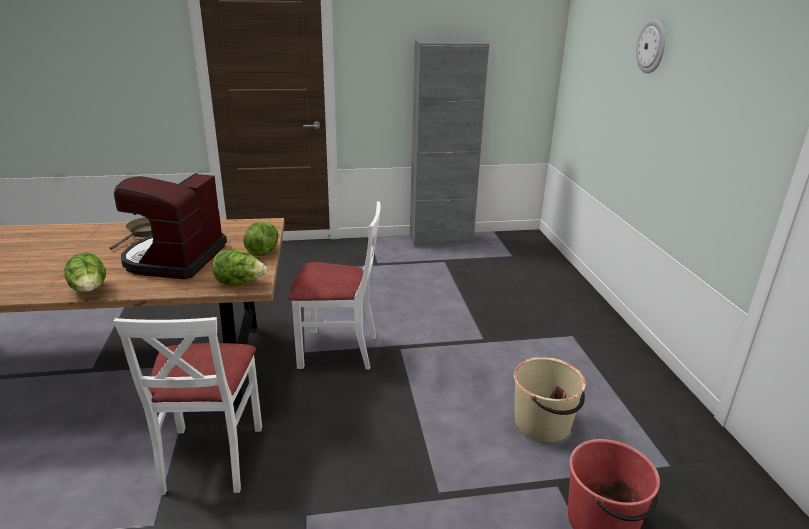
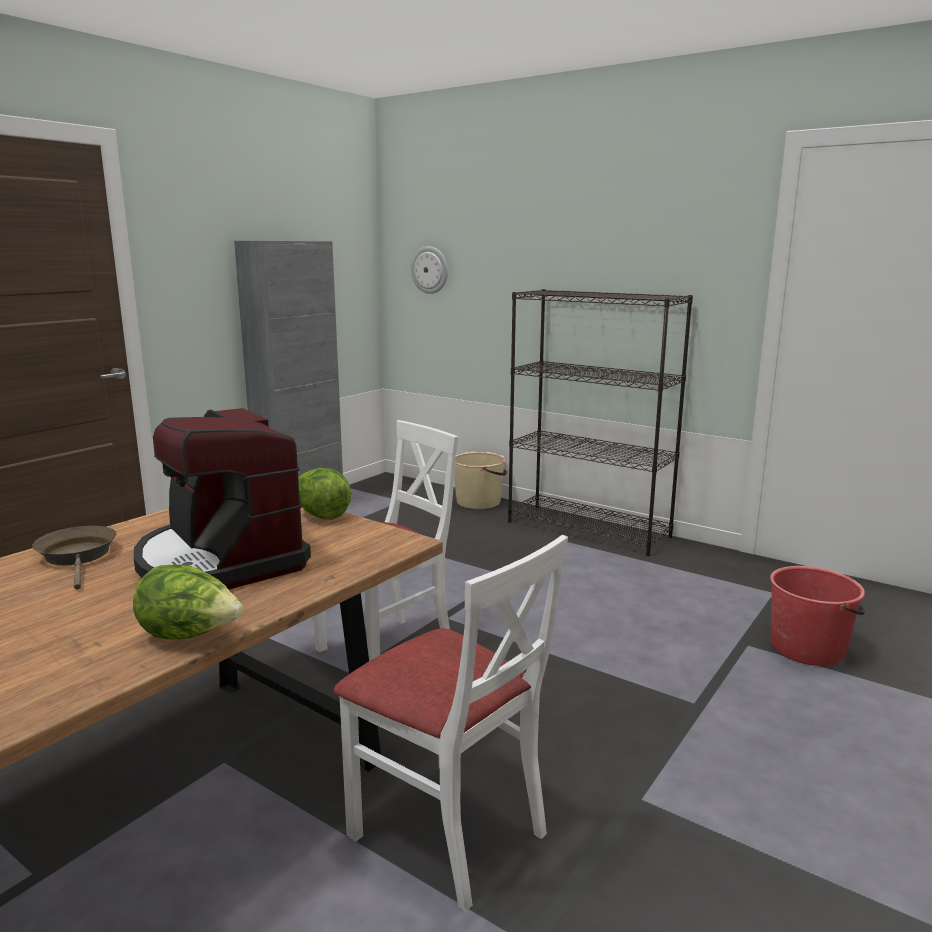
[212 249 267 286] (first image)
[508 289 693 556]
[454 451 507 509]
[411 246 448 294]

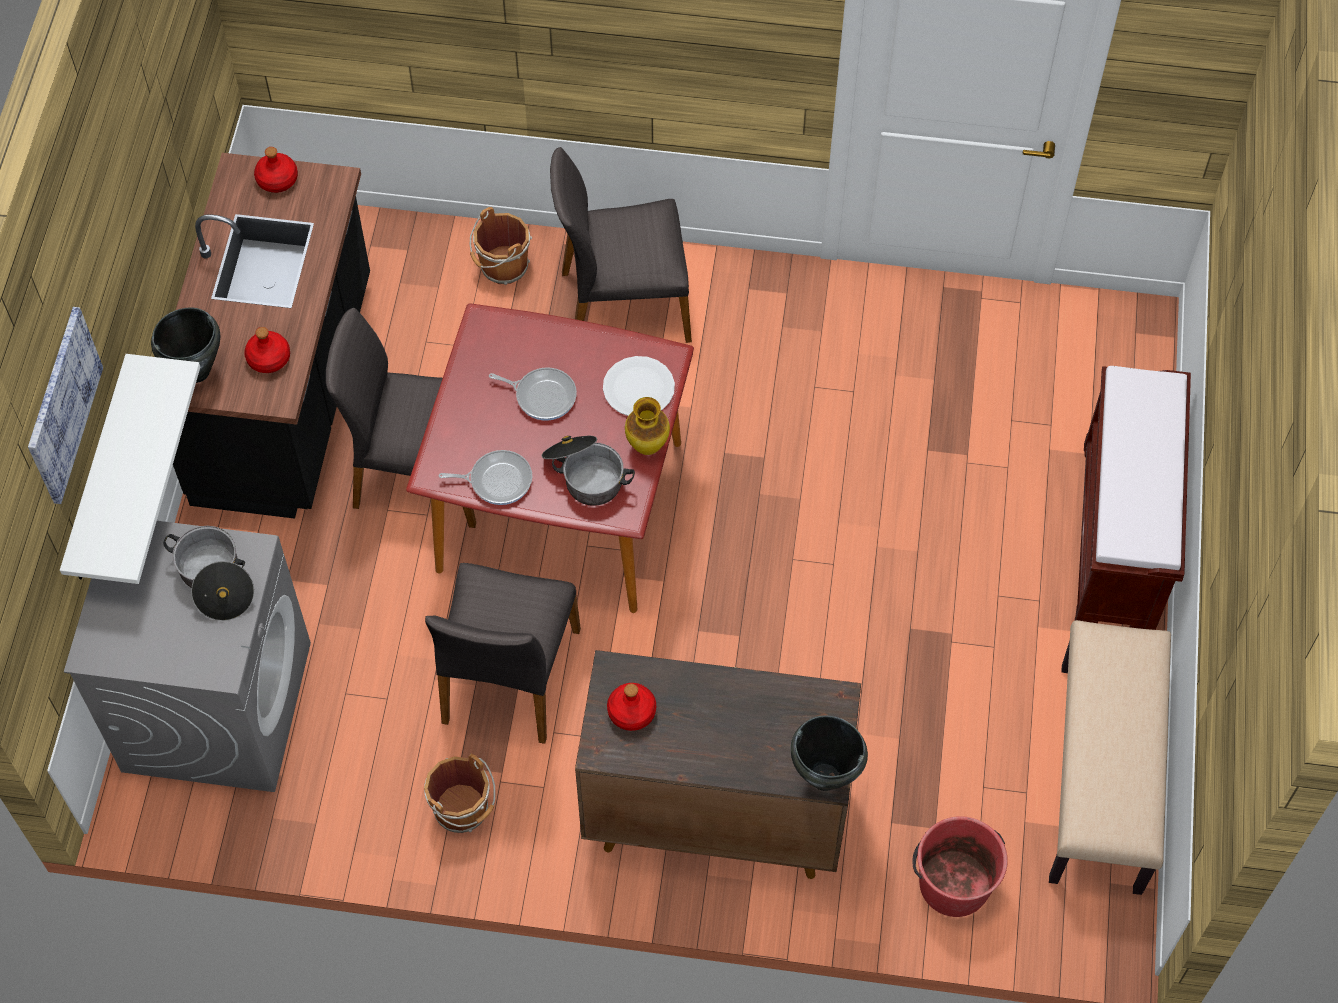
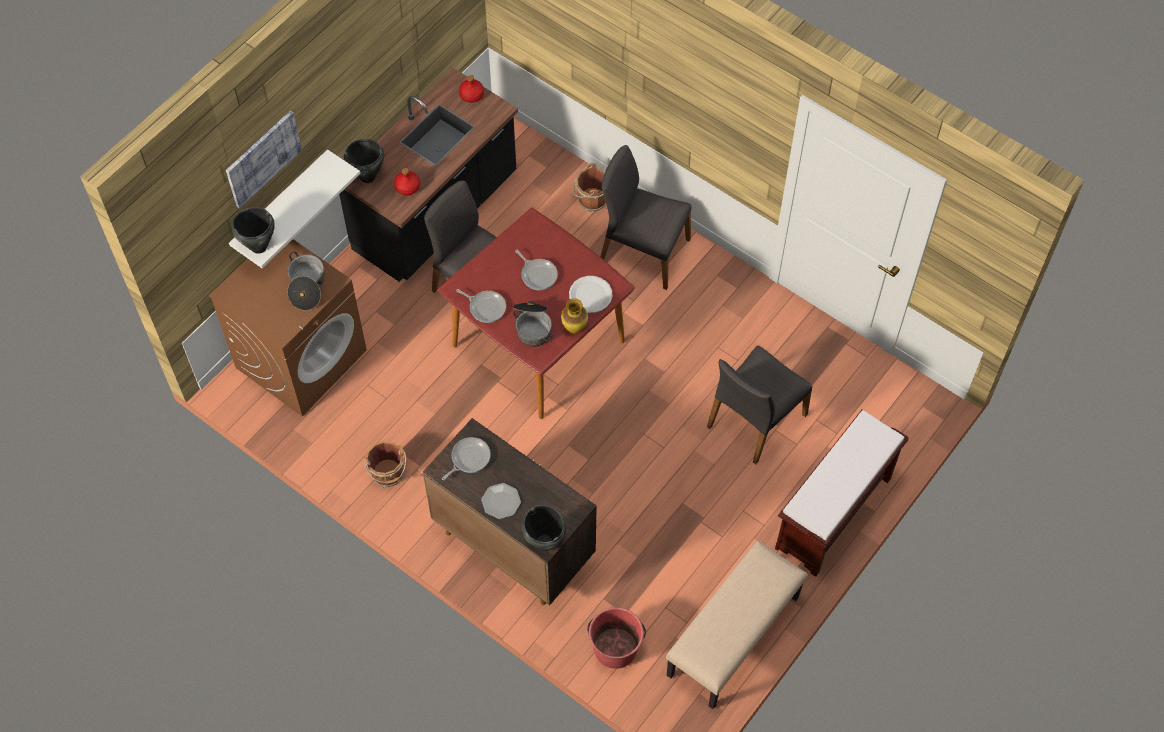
[232 207 275 254]
[481 483 521 519]
[707 345 812 464]
[442 437 491 480]
[209 239 367 416]

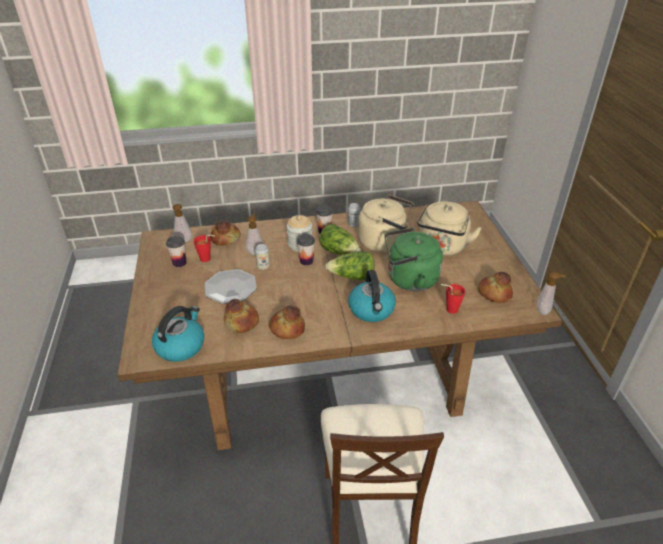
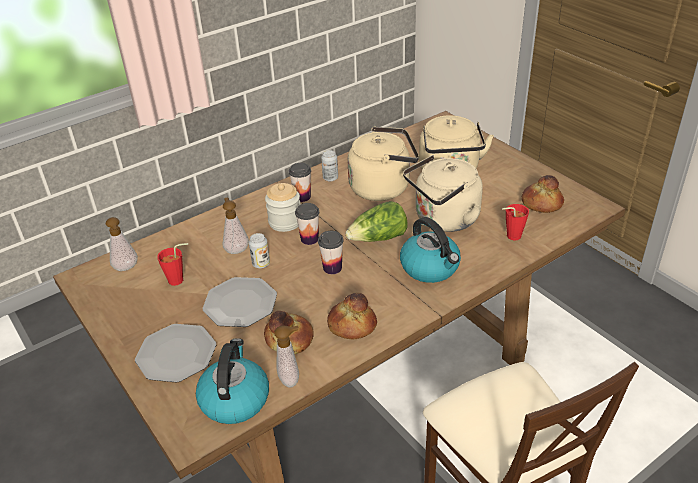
[210 220 241 246] (first image)
[319 224 361 255] (first image)
[135 324 216 383]
[318 231 344 274]
[274 325 299 388]
[403 155 483 232]

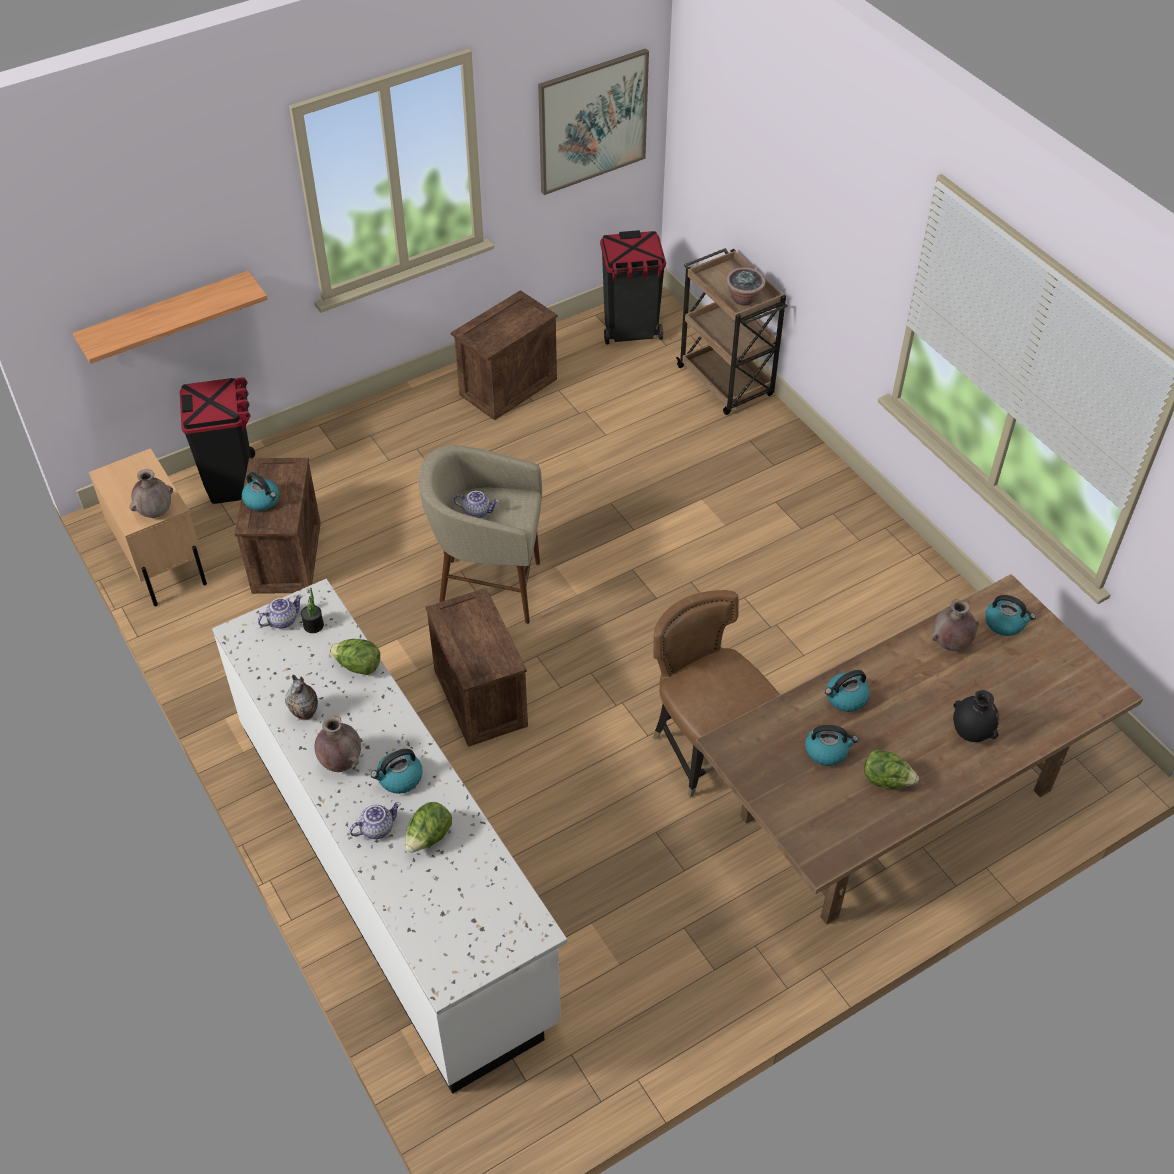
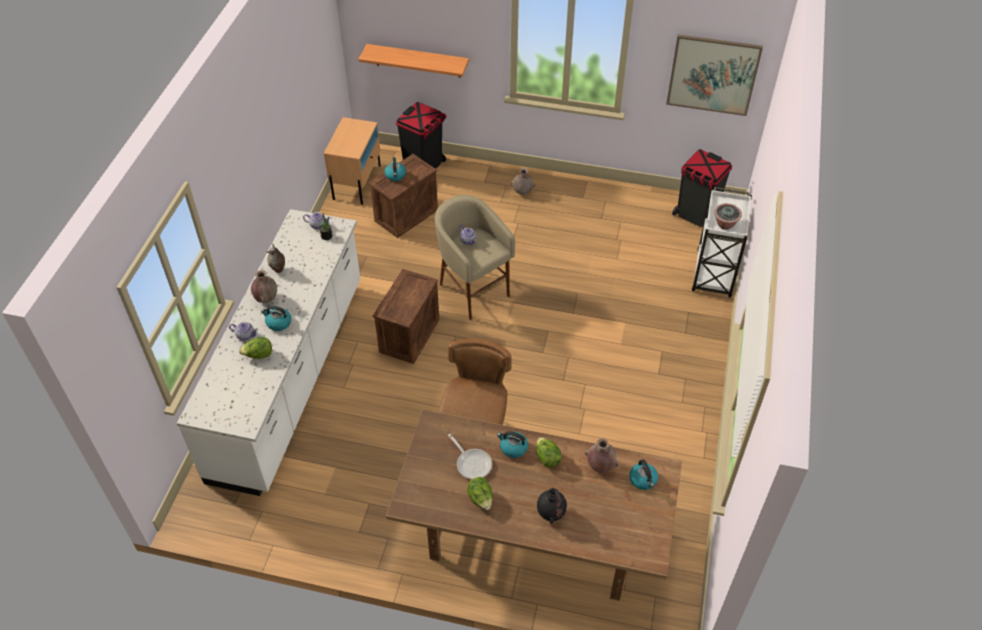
[451 290 558 420] (first image)
[510 168 535 195]
[536 437 562 468]
[448 434 492 479]
[692 187 752 298]

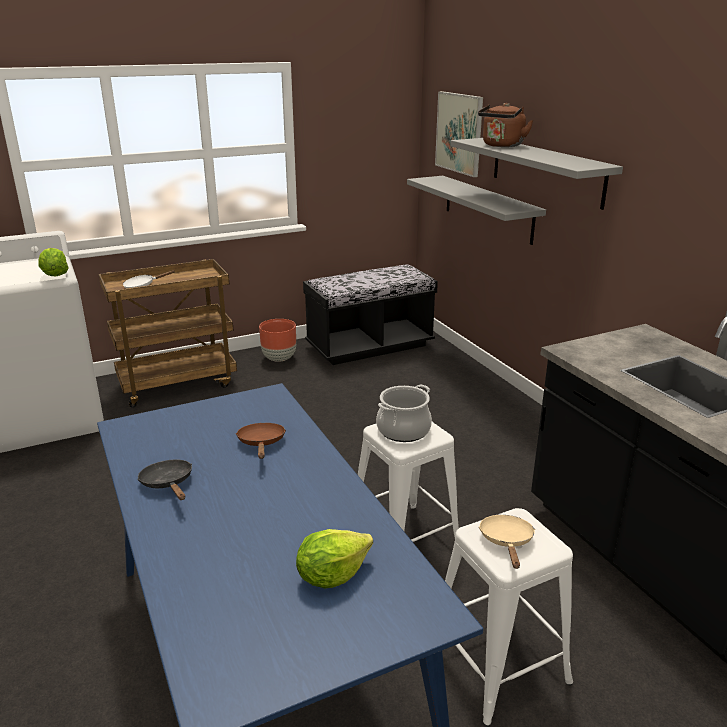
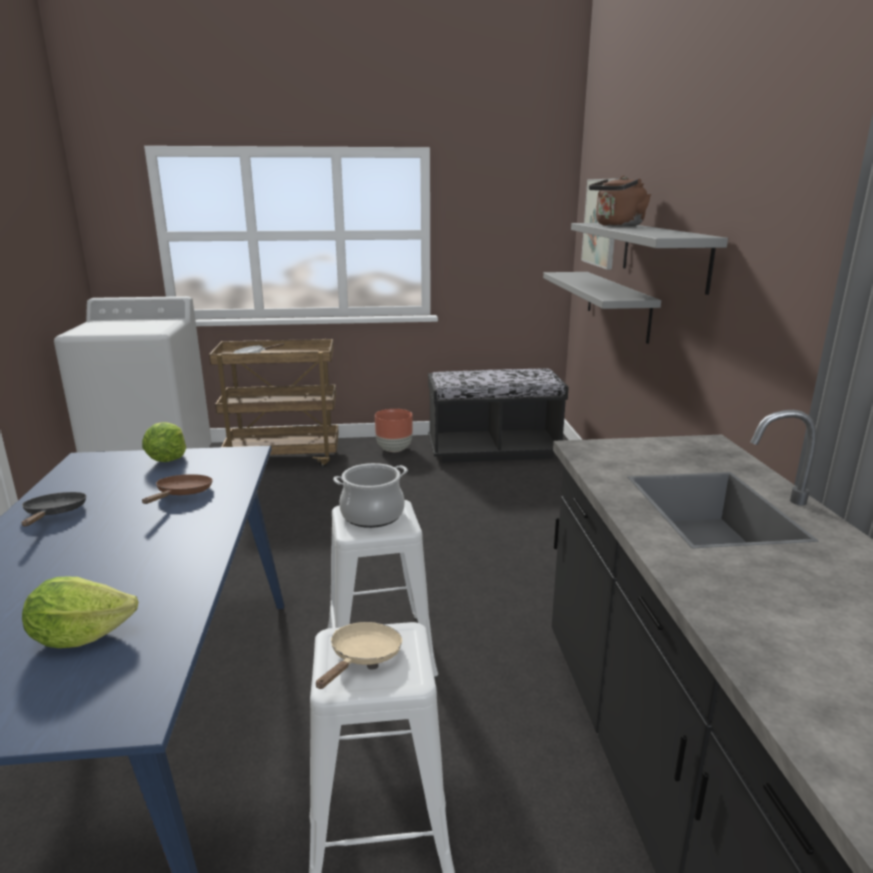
[142 422 186 462]

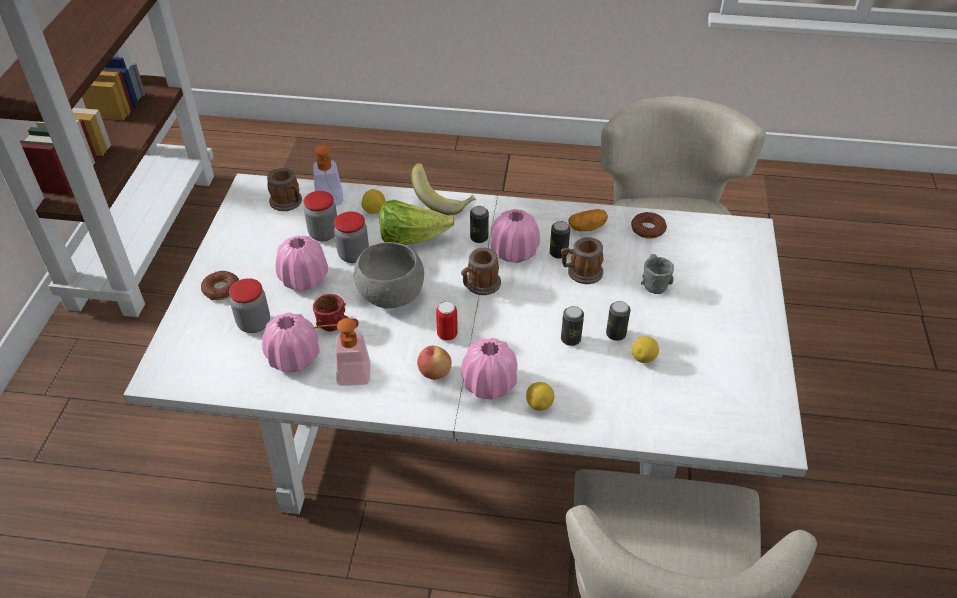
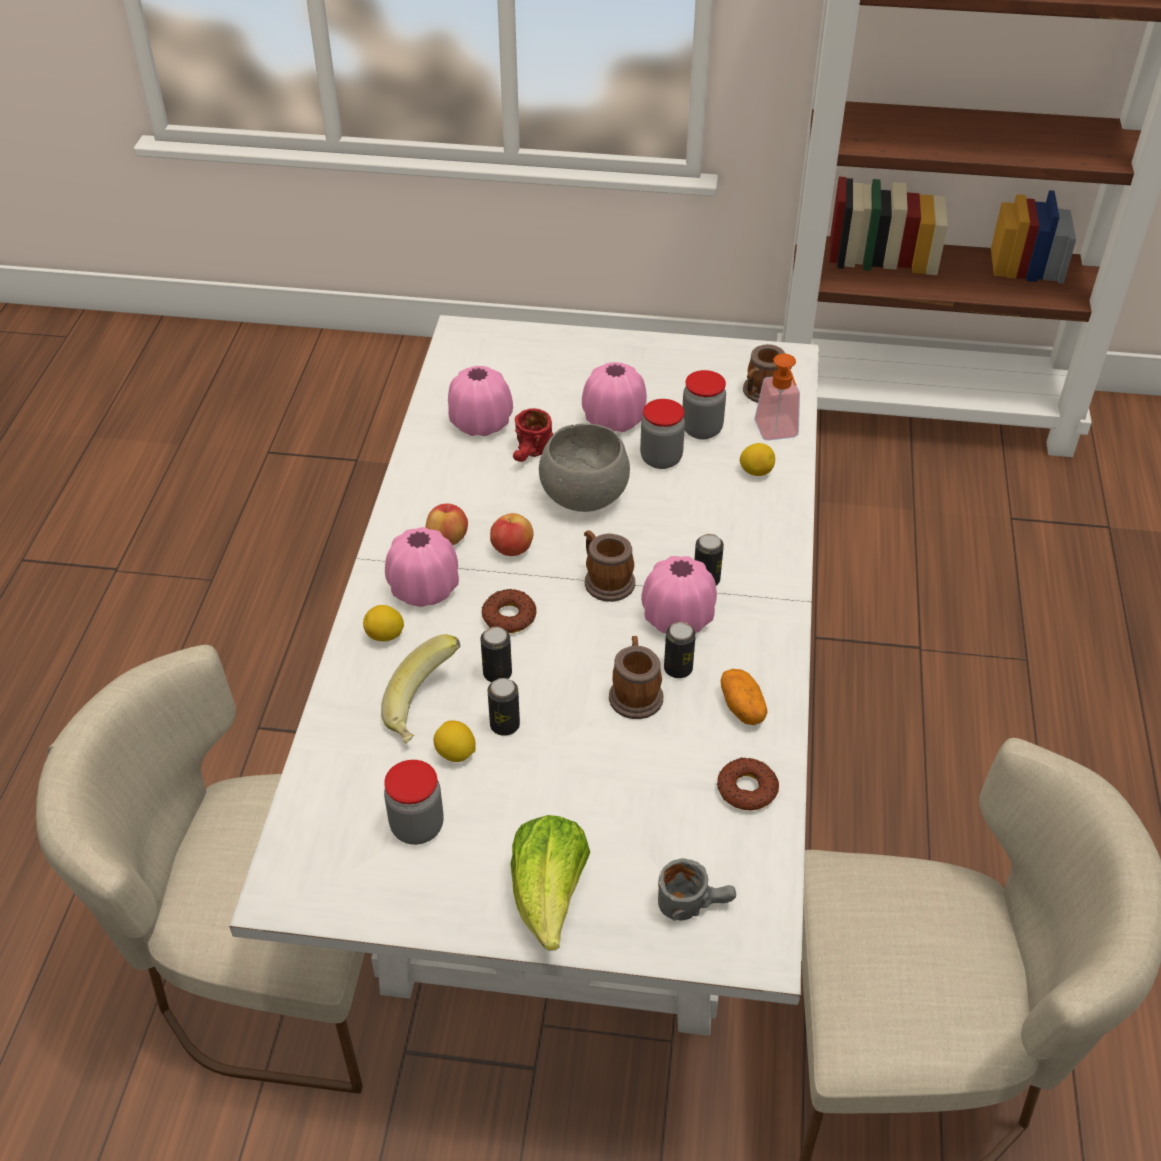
[313 318 371 386] (first image)
[482 589 536 633]
[384 760 444 845]
[510 815 590 950]
[381 634 461 743]
[658 858 736 921]
[490 513 533 556]

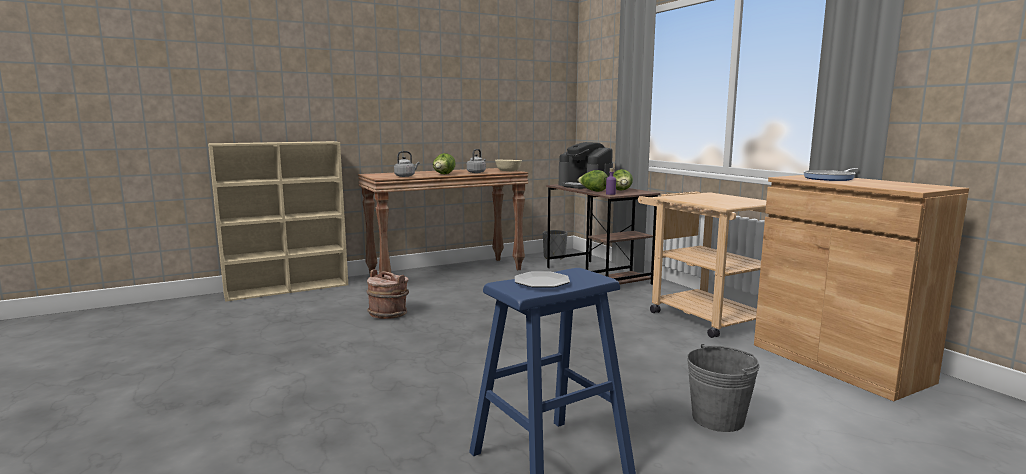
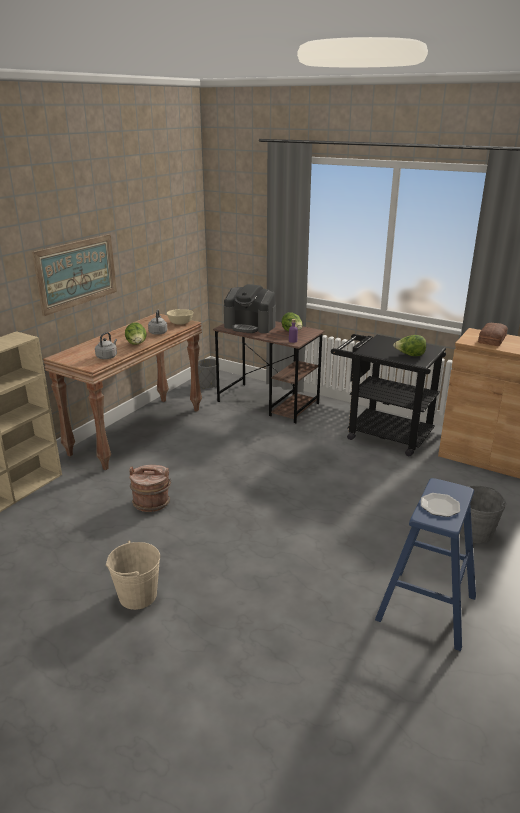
[32 234 117 316]
[106 540 160 610]
[393 335 426 356]
[478 323 508 346]
[331 334 446 456]

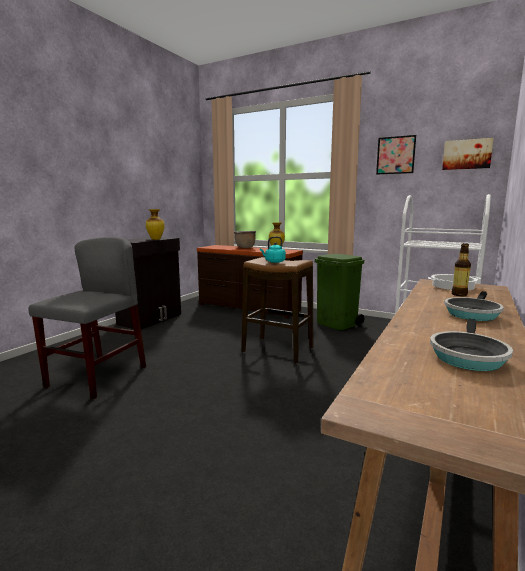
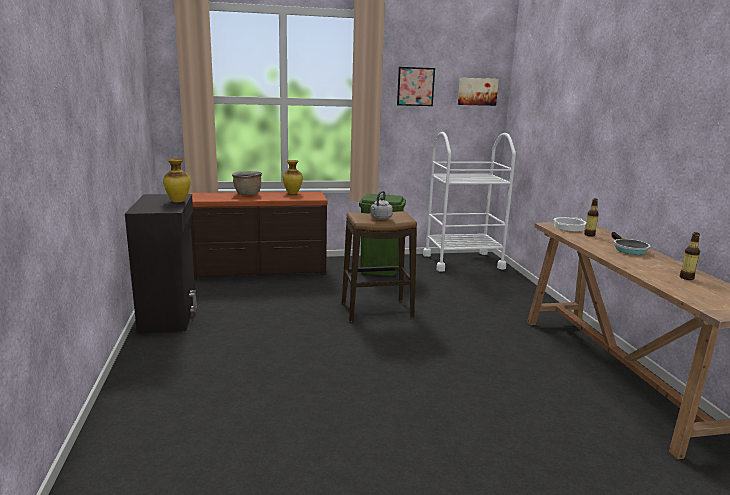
[28 237 146 399] (first image)
[680 232 700 280]
[371 191 393 220]

